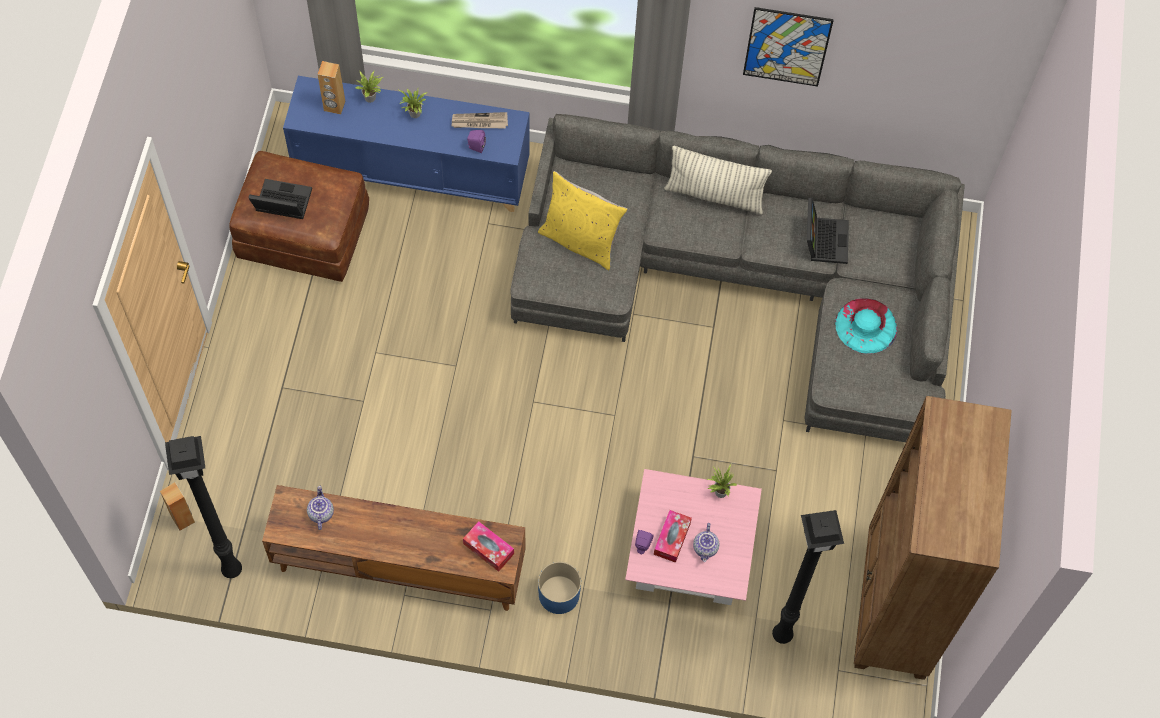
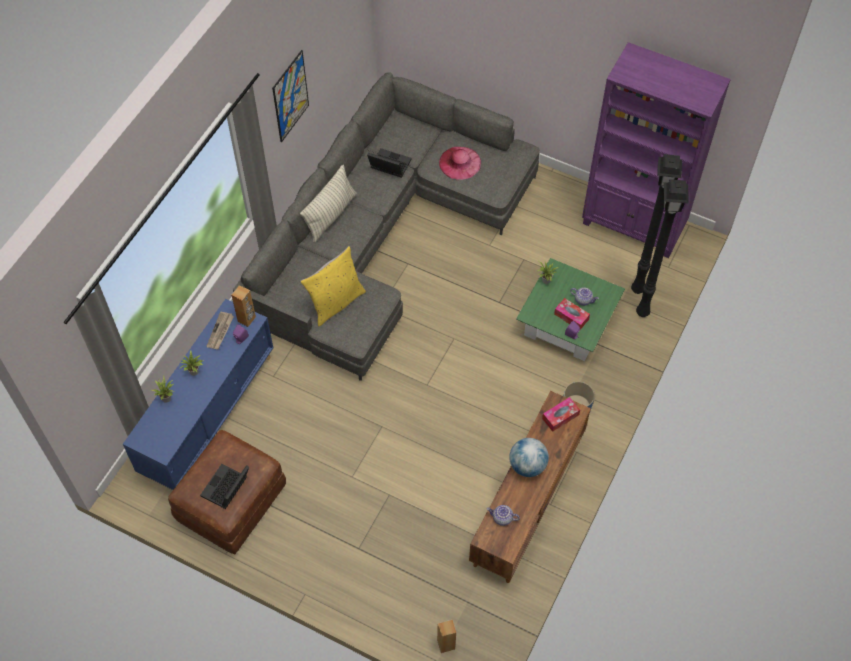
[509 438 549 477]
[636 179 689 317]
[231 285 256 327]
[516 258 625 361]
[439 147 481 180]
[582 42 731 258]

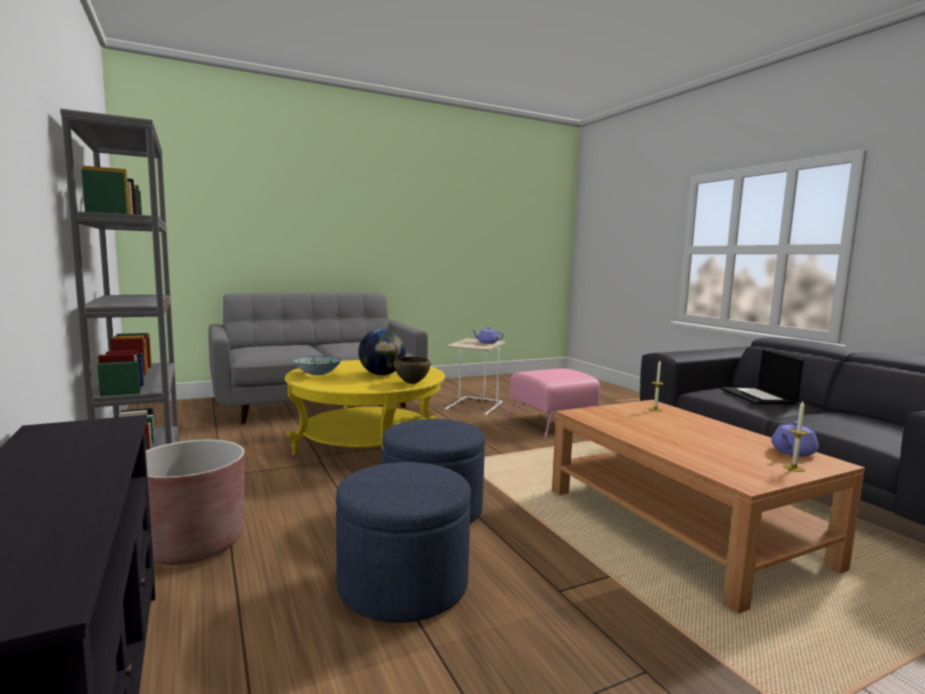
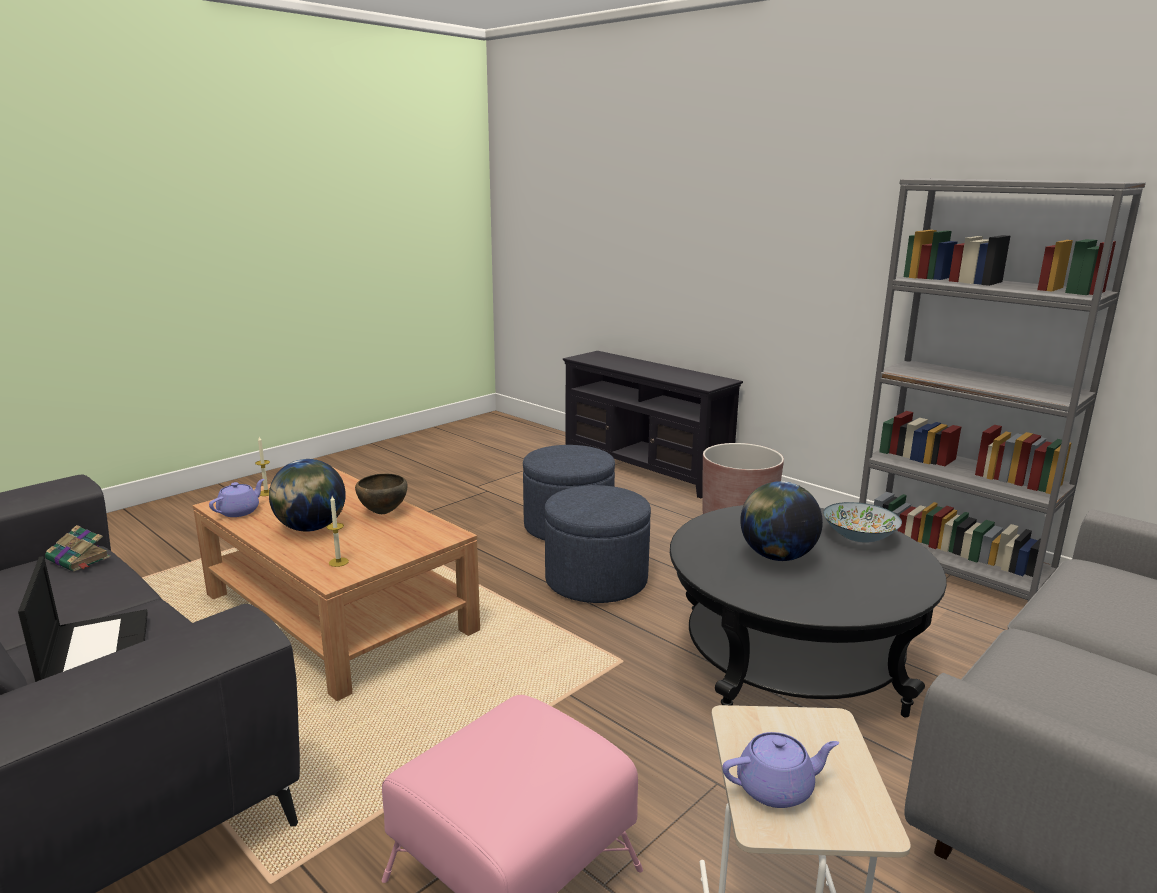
[45 525 111 572]
[269 459 346 532]
[355 474 407 514]
[670 505 947 717]

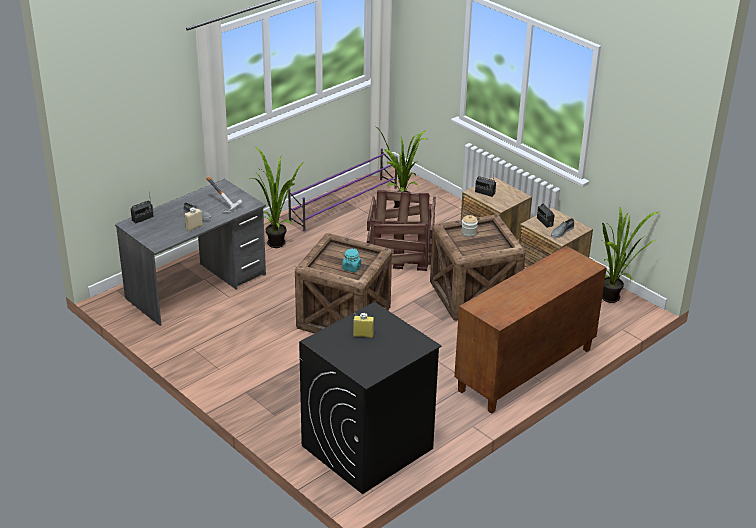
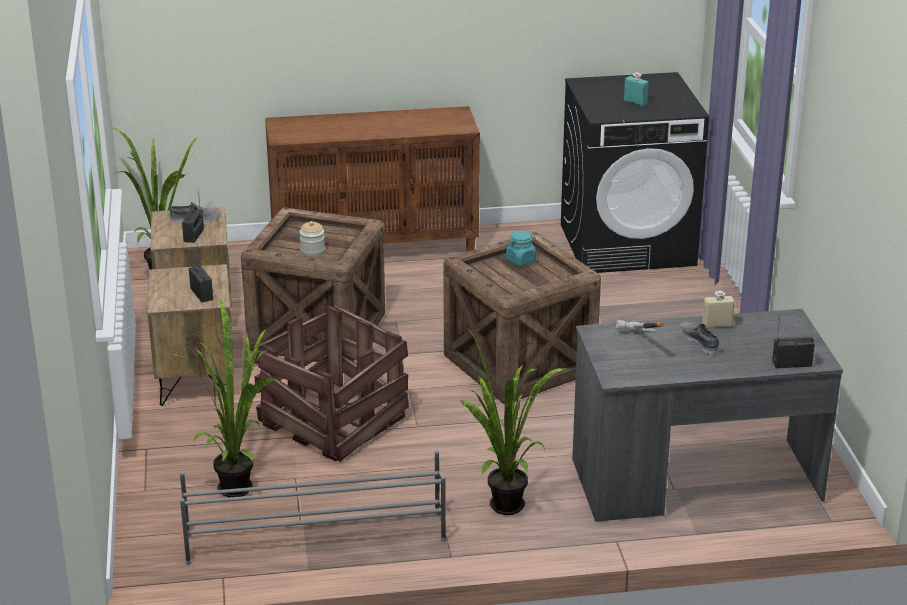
[180 450 446 565]
[624 73 649 107]

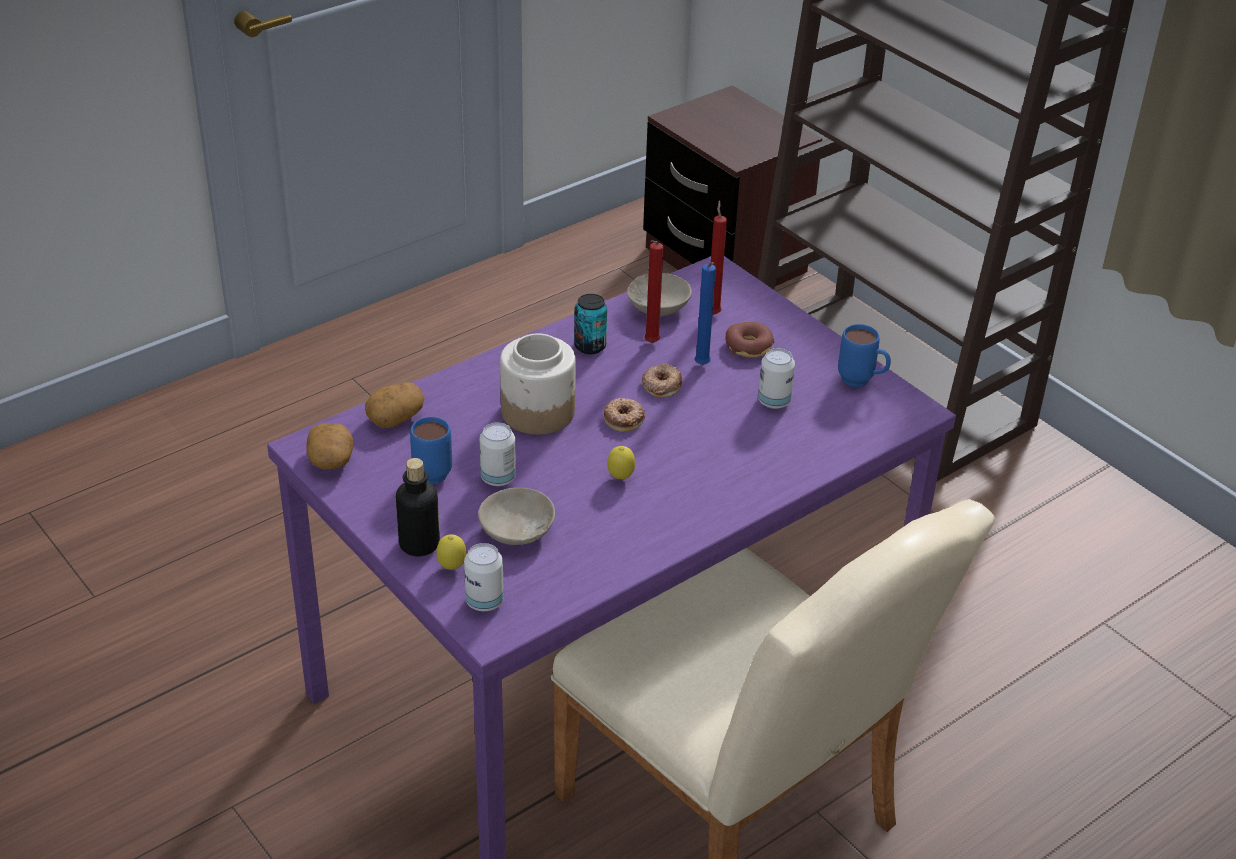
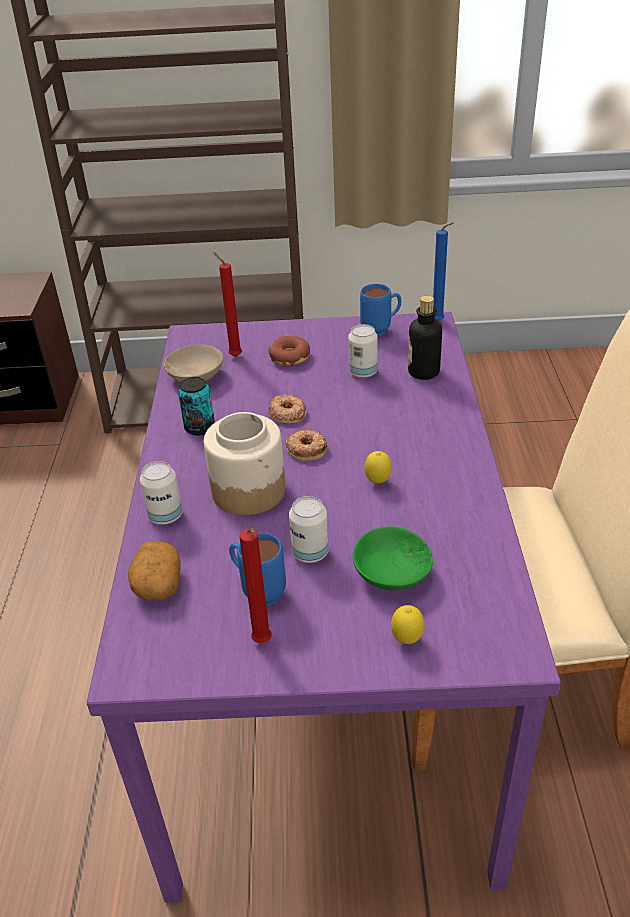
[306 423 354 470] (first image)
[408 296 442 380]
[140 461 182 524]
[239 528 272 643]
[433 222 454 321]
[352 526 433 590]

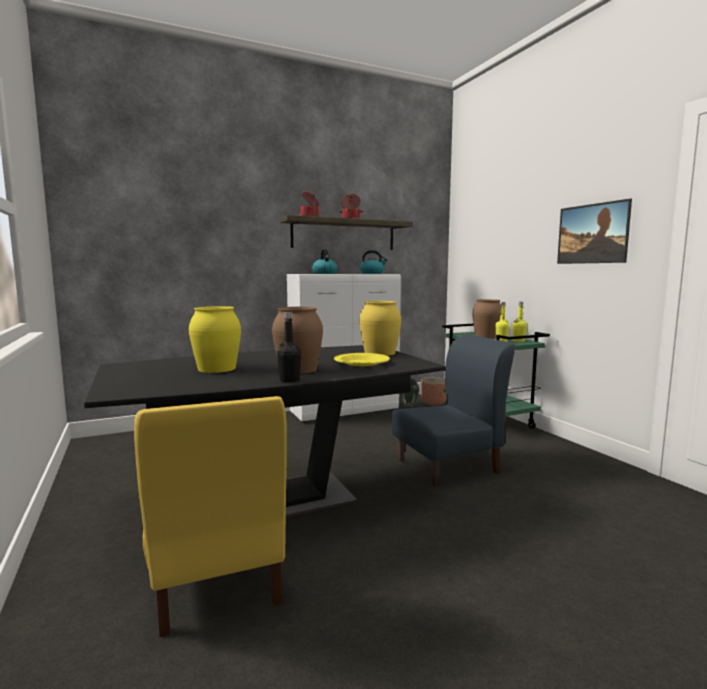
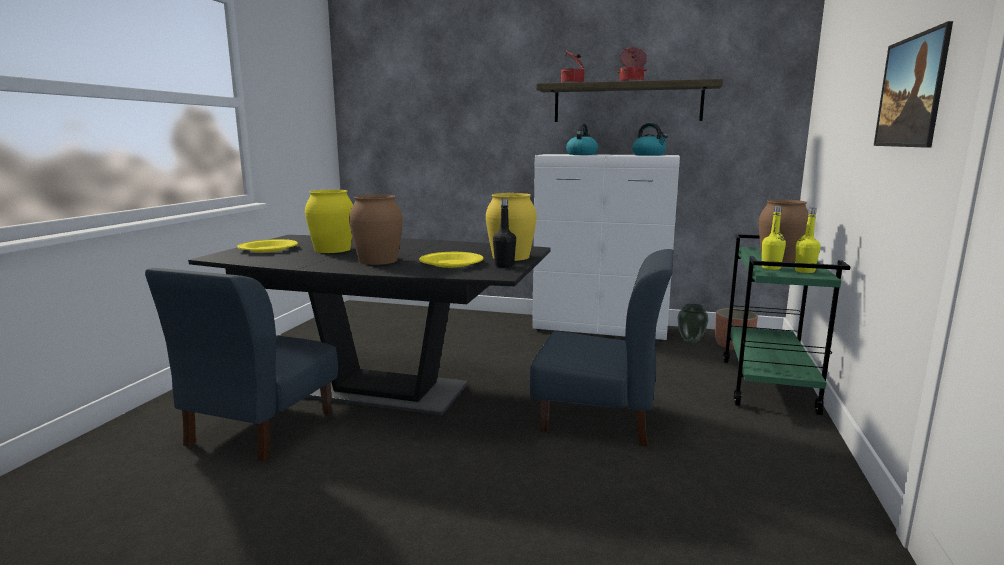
[237 239 298 252]
[493 199 516 268]
[145 268 338 461]

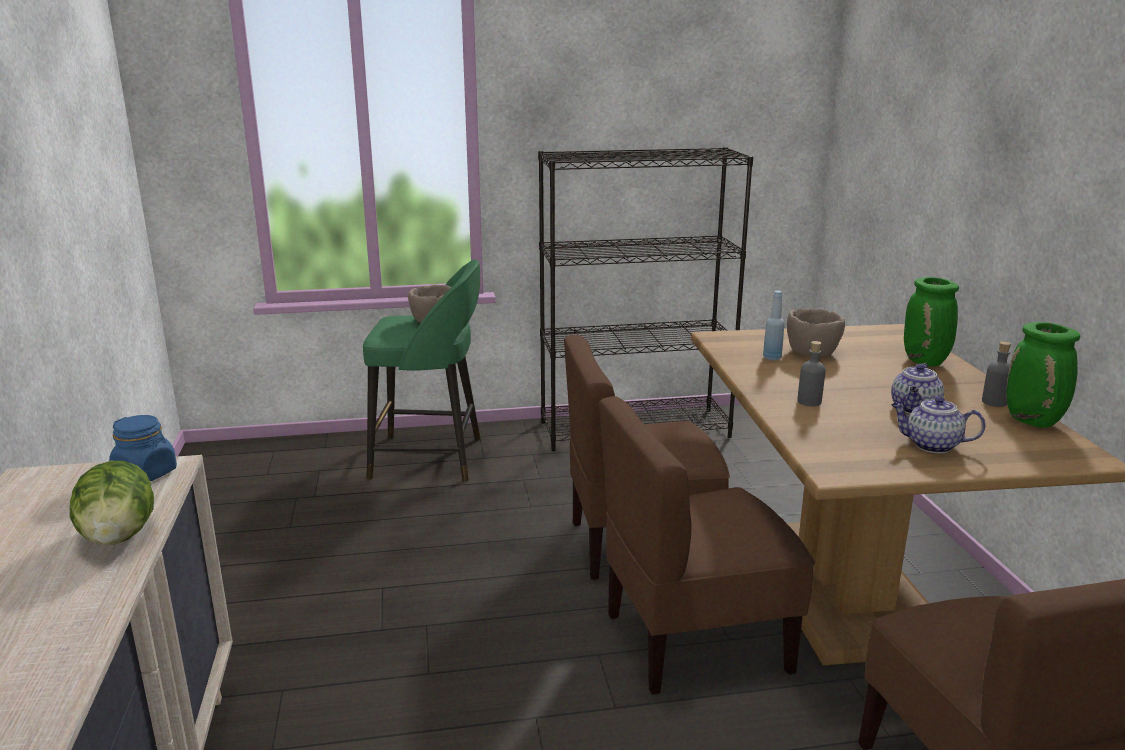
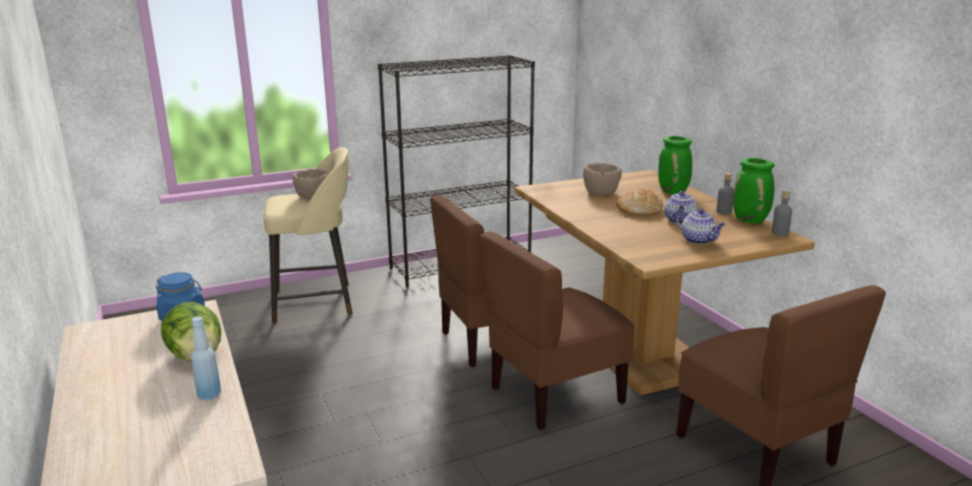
[616 189 663 215]
[191 316 221 401]
[772 191 792 236]
[264 147 352 324]
[675 209 726 244]

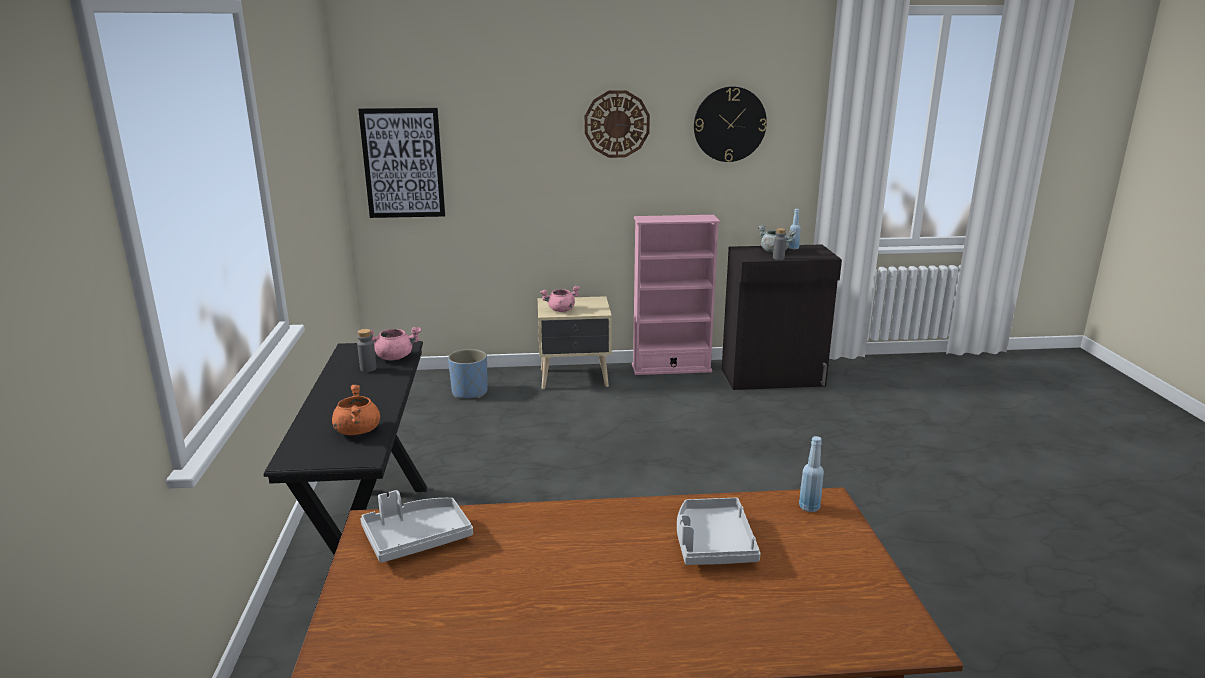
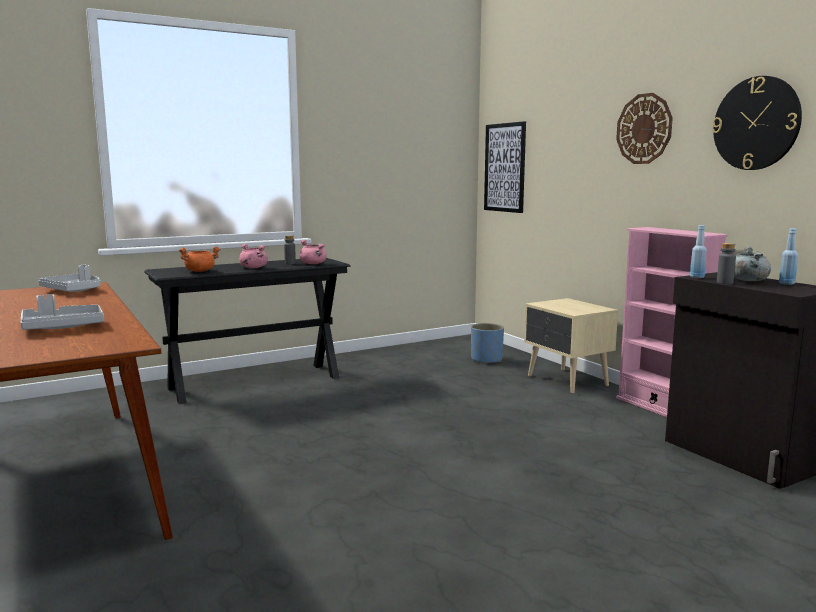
[239 244 268 268]
[690 225 707 278]

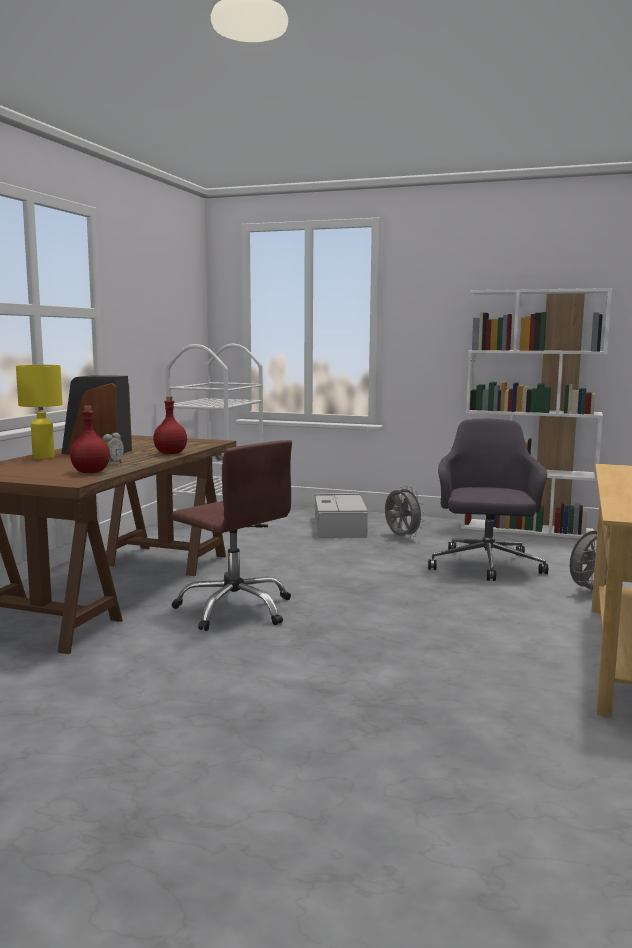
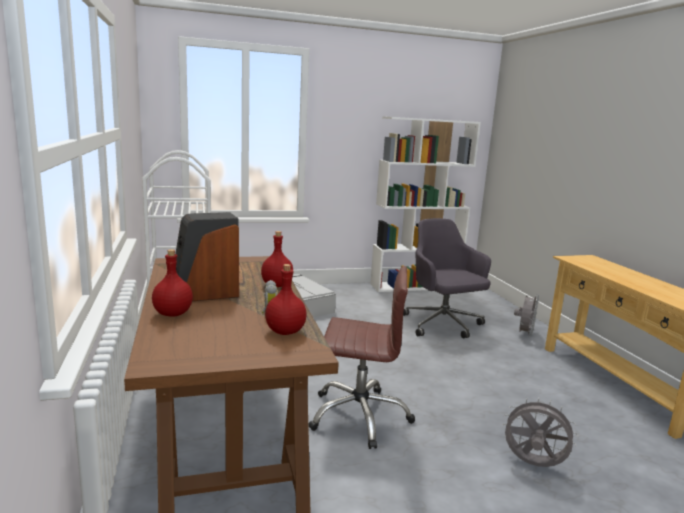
[502 397 578 467]
[152 249 193 317]

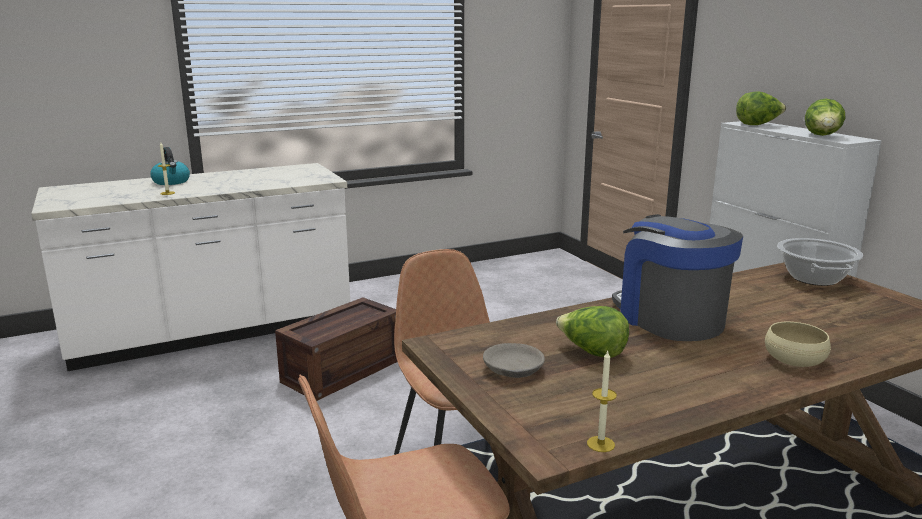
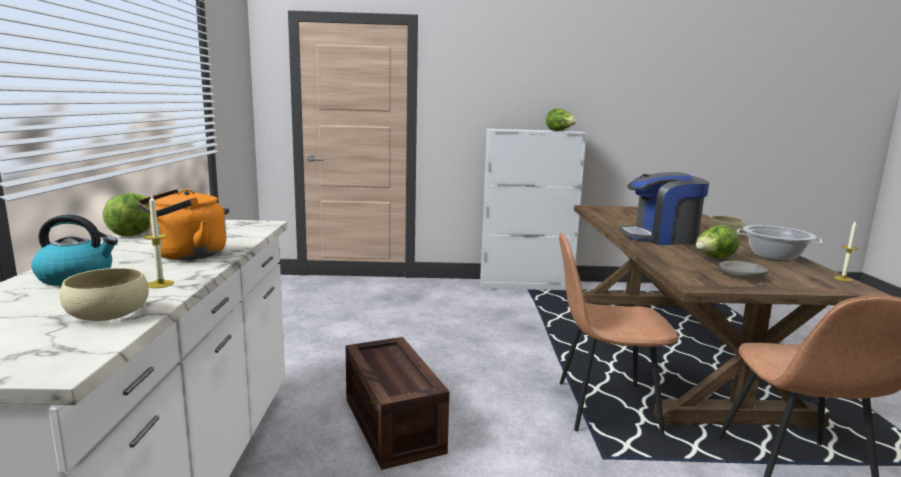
[60 268 149 321]
[137 189 226 260]
[103 193 156 236]
[736 225 822 261]

